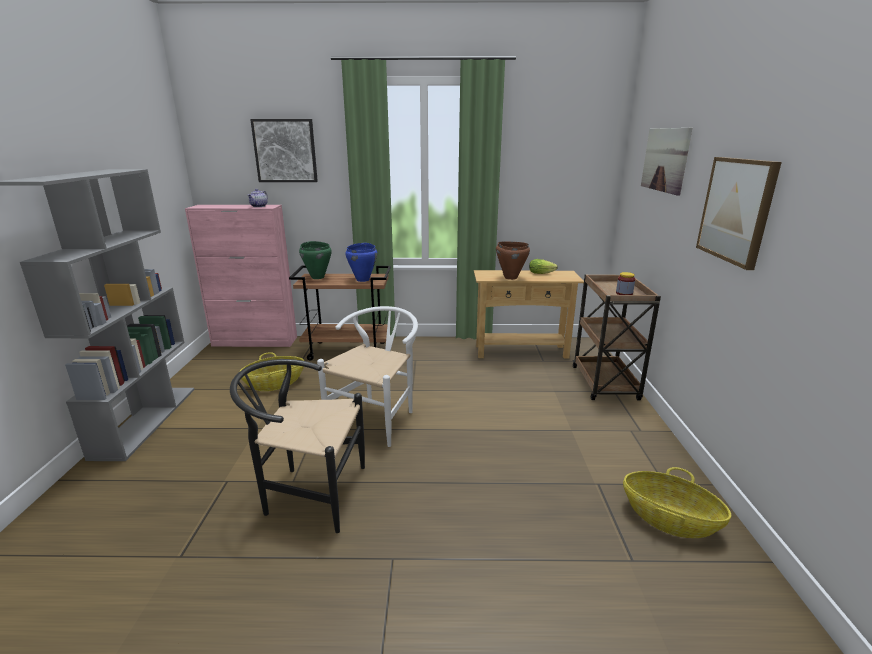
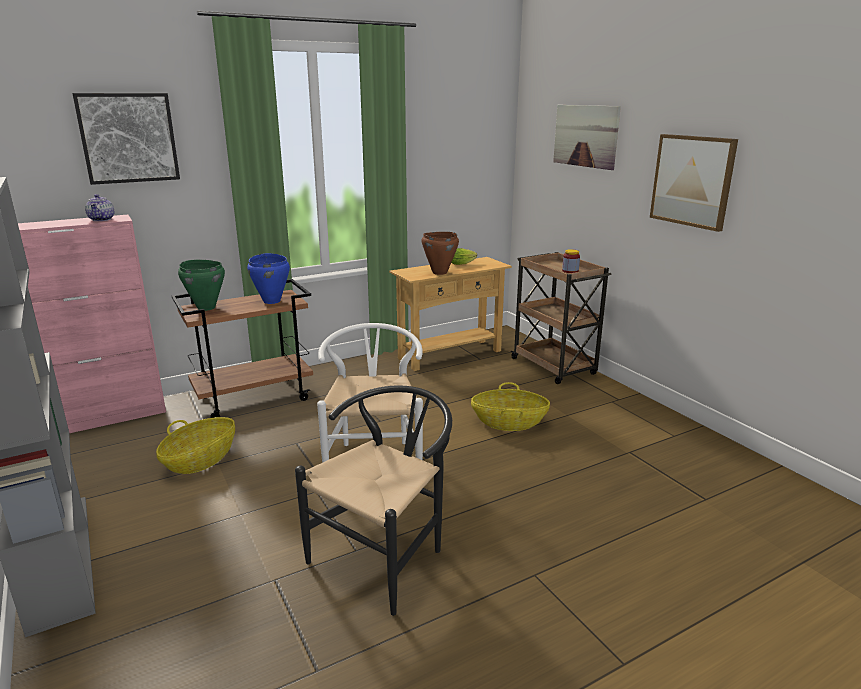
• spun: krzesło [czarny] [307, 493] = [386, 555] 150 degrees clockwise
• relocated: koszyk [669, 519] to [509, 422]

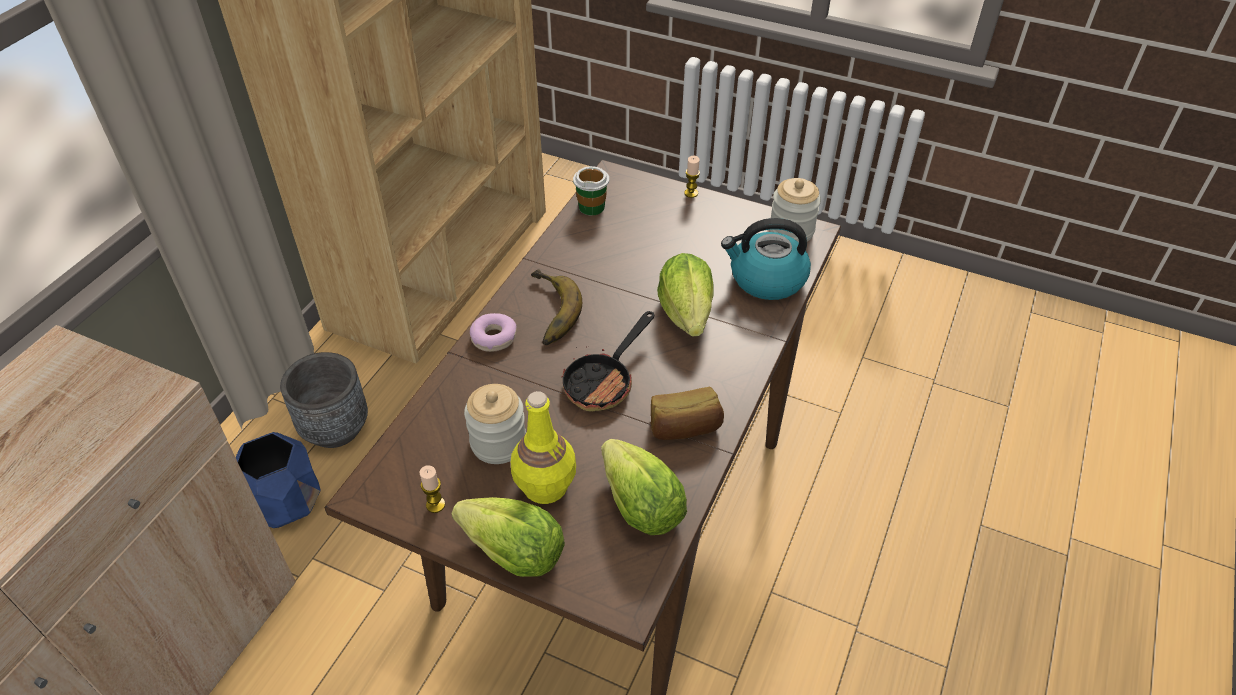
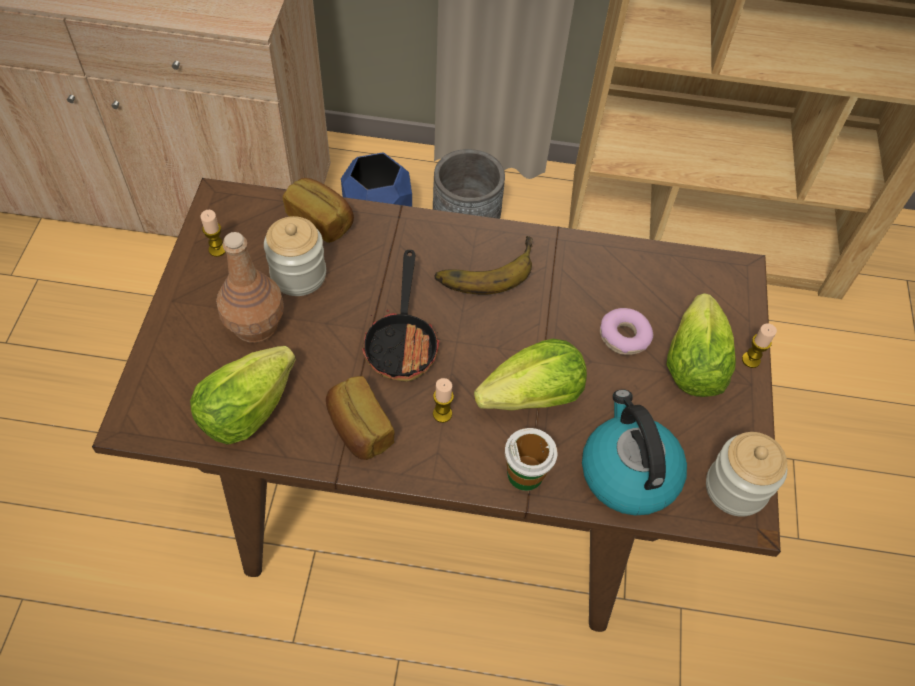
• colour: butelka [żółty] [545, 486] to butelka [brązowy] [254, 325]
• appeared: chleb [321, 220]
• spun: patelnia [604, 381] = [402, 341] 105 degrees counterclockwise
• appeared: świeca [442, 414]
• relocated: filiżanka [591, 207] to [525, 473]
• relocated: donut [494, 338] to [624, 336]
• relocated: sałata [514, 554] to [692, 365]

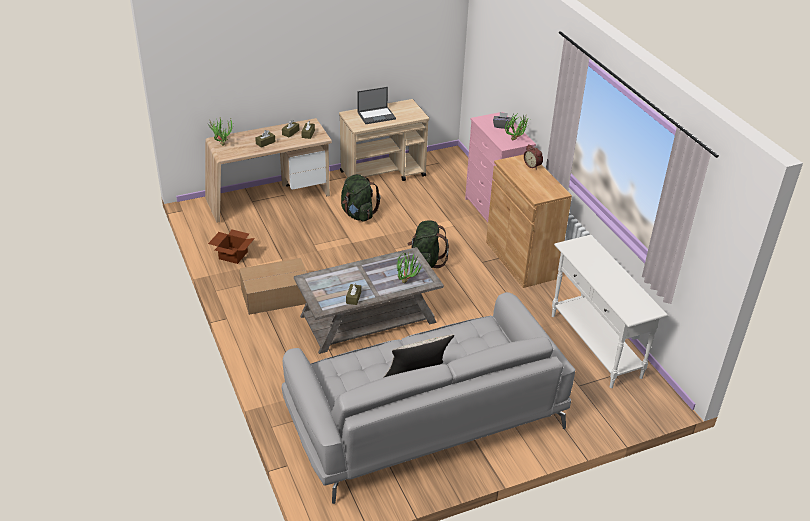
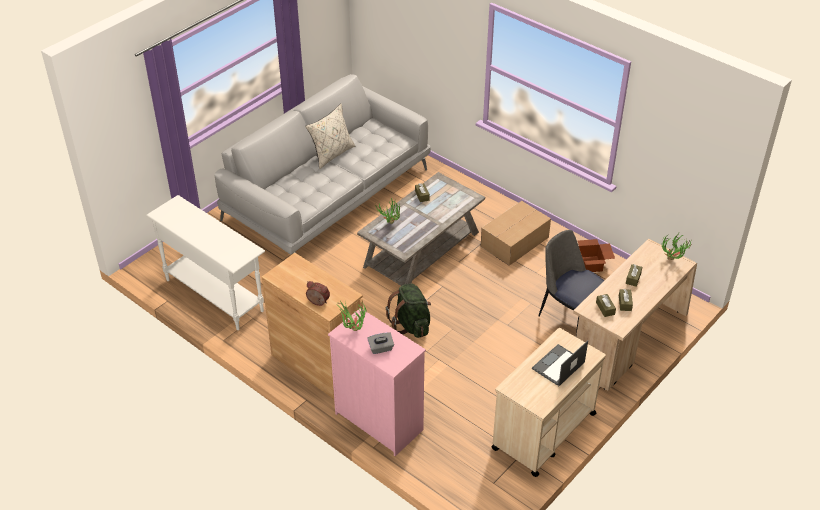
• appeared: krzesło [569, 316]
• missing: plecak [zielony] [358, 214]

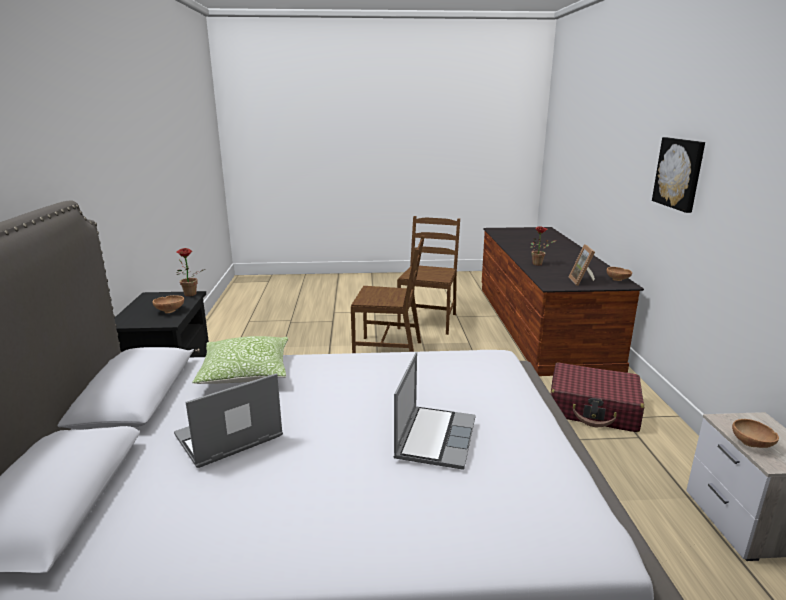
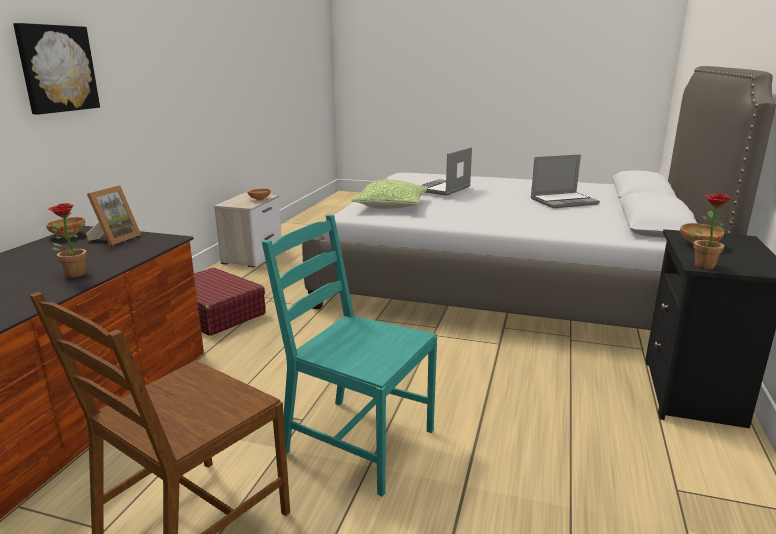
• colour: krzesło [brązowy] [389, 351] to krzesło [turkusowy] [357, 442]
• relocated: poduszka [245, 373] to [391, 206]

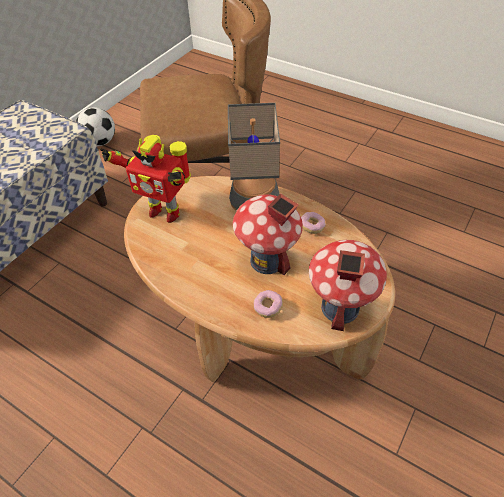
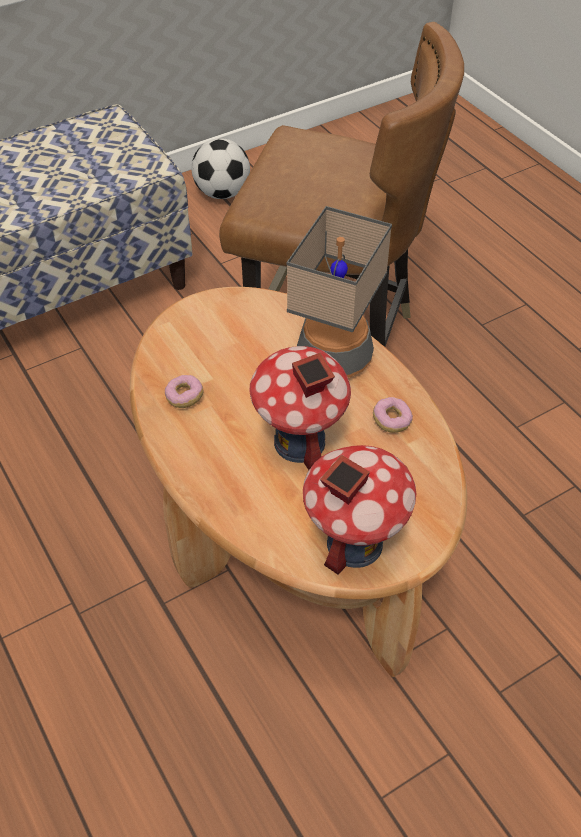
• relocated: donut [268, 307] to [184, 397]
• missing: robot zabawkowy [164, 211]

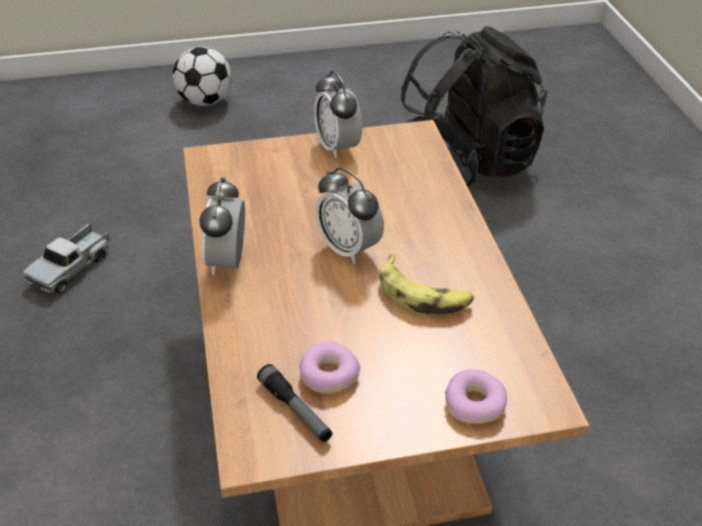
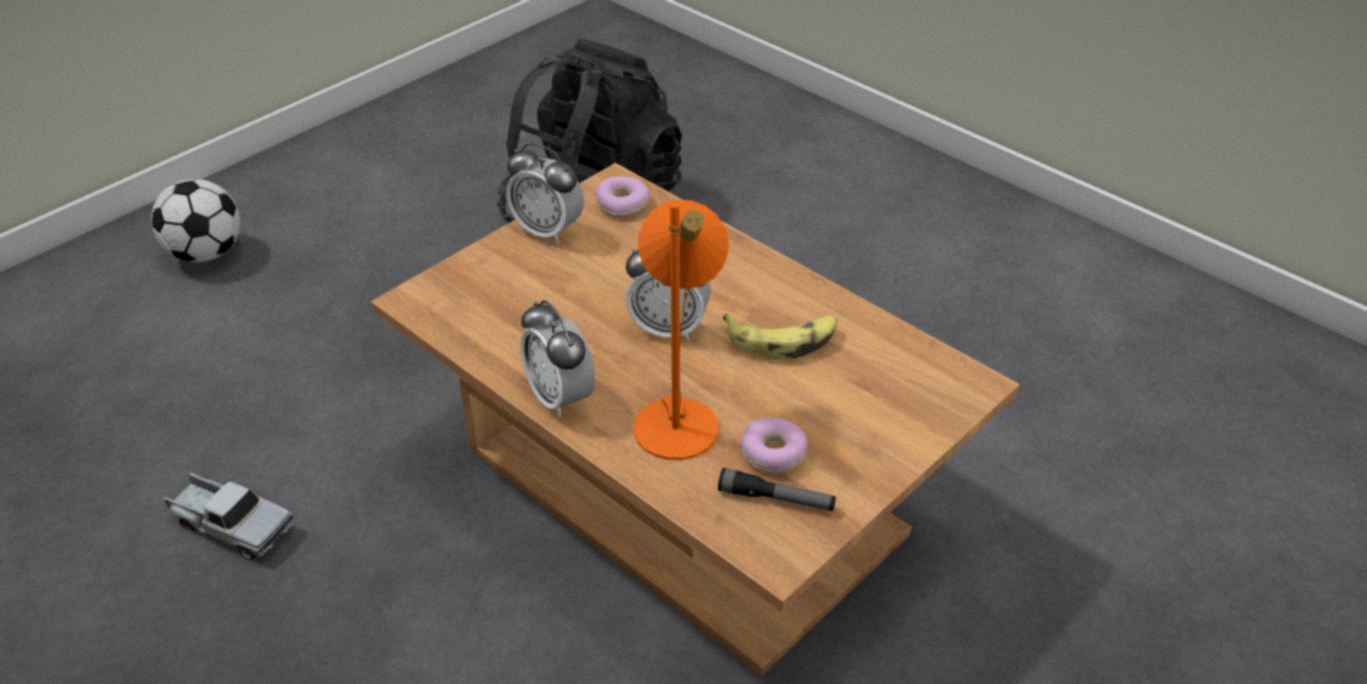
• spun: ciężarówka zabawkowa [71, 267] = [231, 525] 60 degrees counterclockwise
• relocated: donut [474, 404] to [622, 204]
• appeared: lampa stołowa [pomarańczowy] [679, 416]

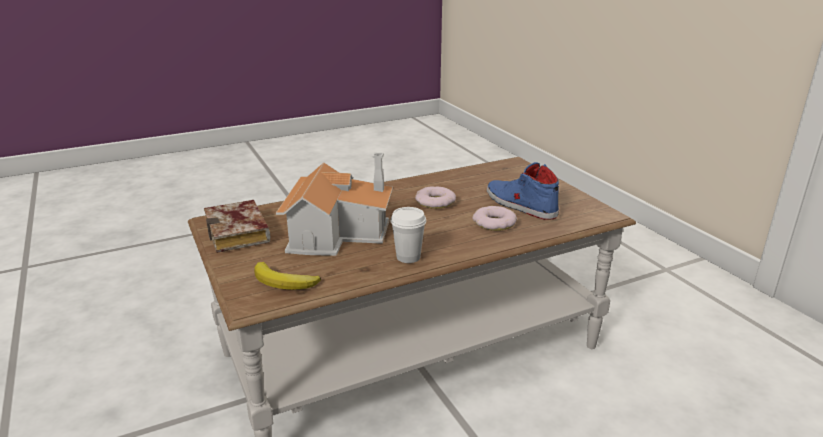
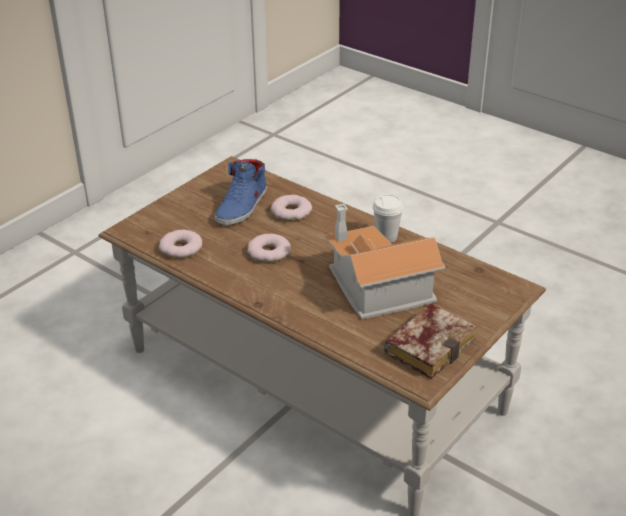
• appeared: donut [181, 248]
• missing: banan [284, 282]

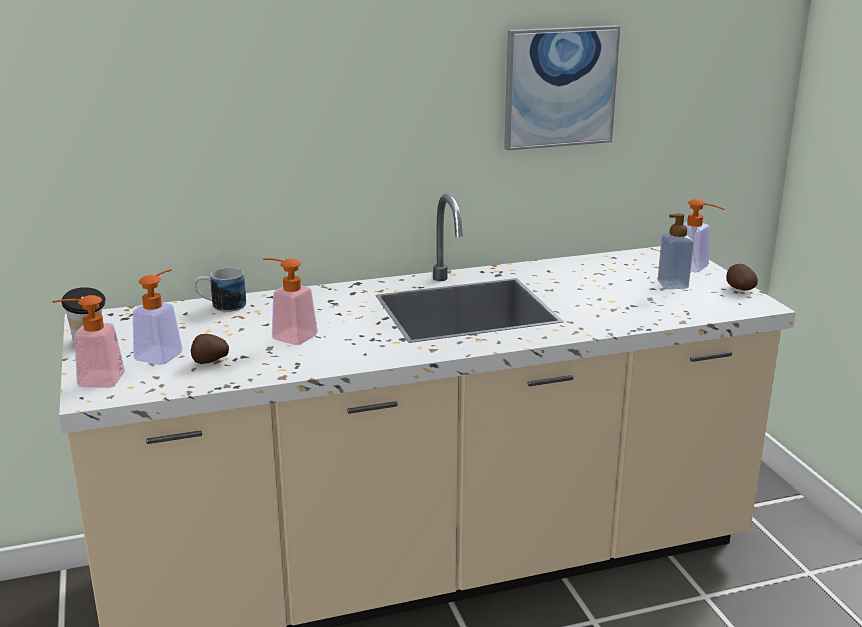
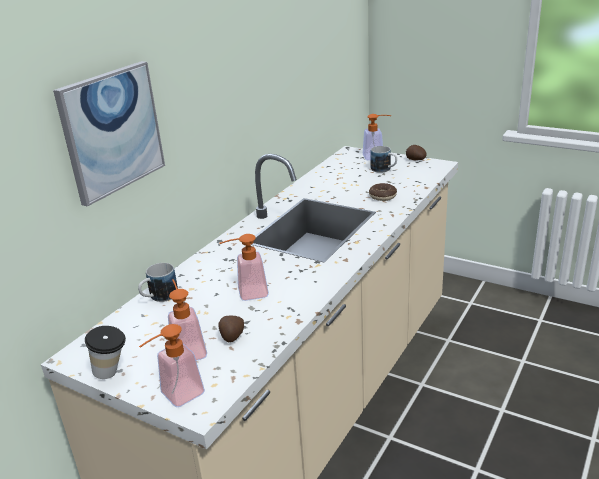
• relocated: obraz [559, 87] to [112, 131]
• appeared: donut [382, 196]
• exchanged: dozownik mydła [672, 285] to kubek [384, 170]

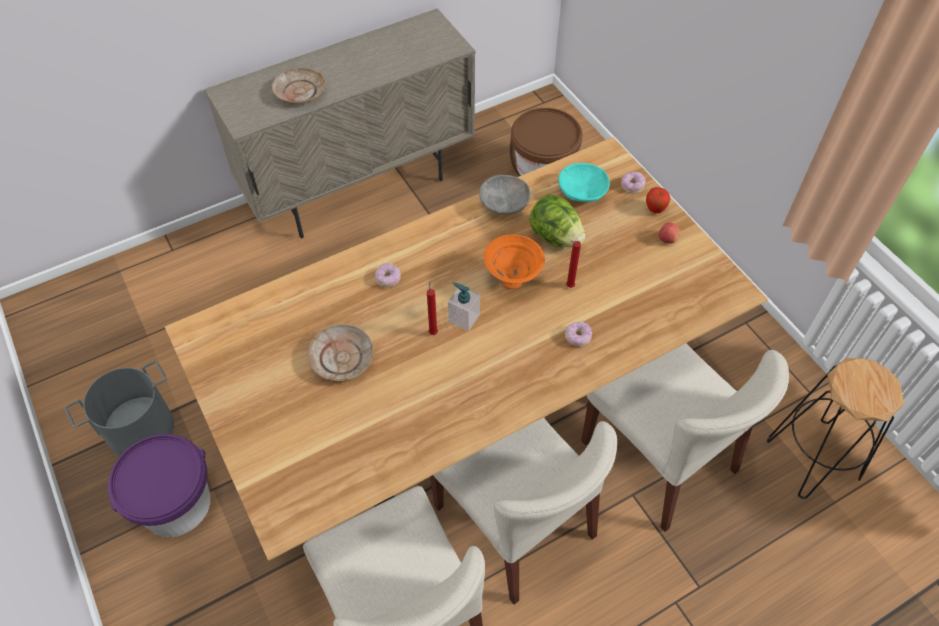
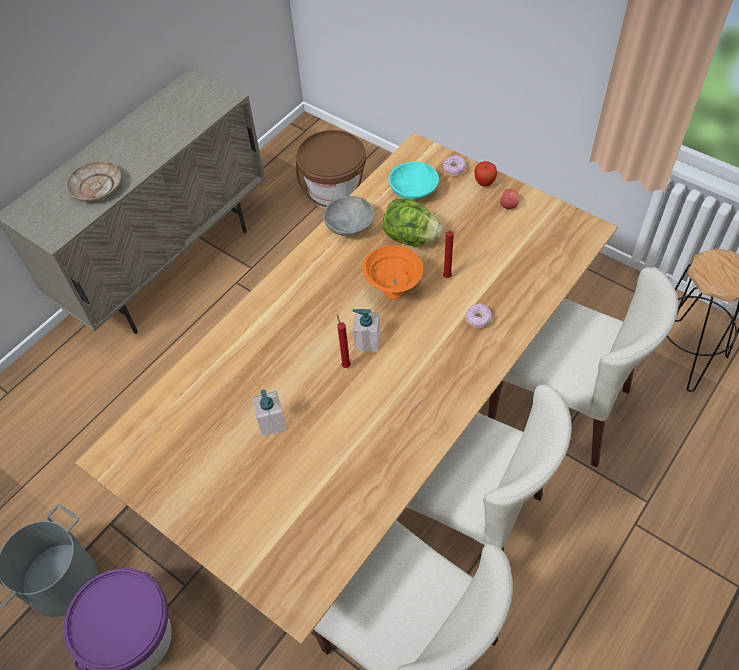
• exchanged: talerz [beżowy] [342, 358] to dozownik mydła [272, 423]
• missing: donut [388, 279]

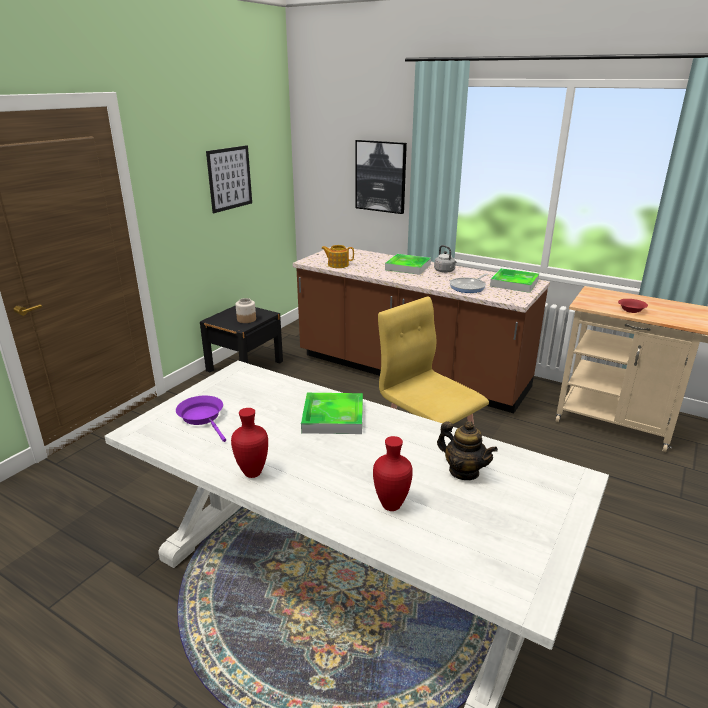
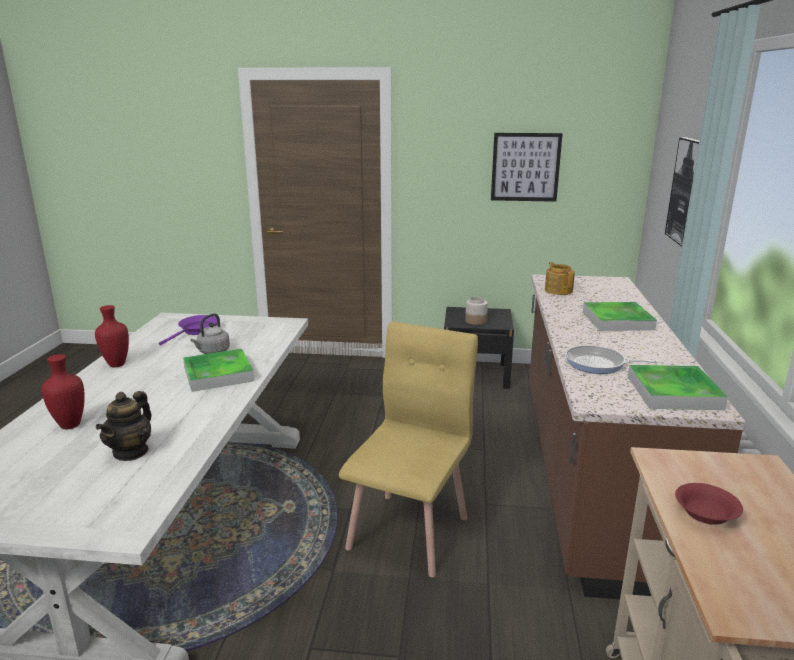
• relocated: czajnik [szary] [445, 271] to [212, 352]

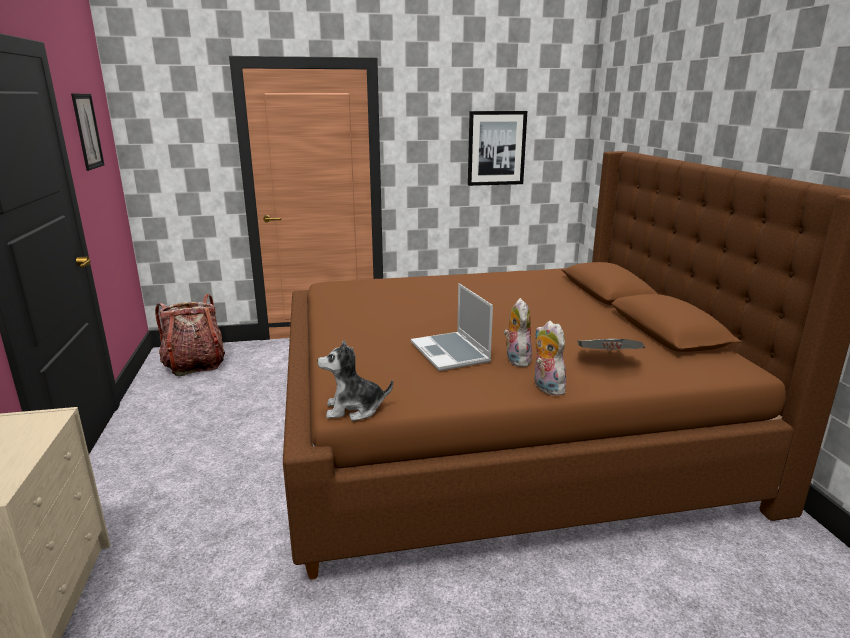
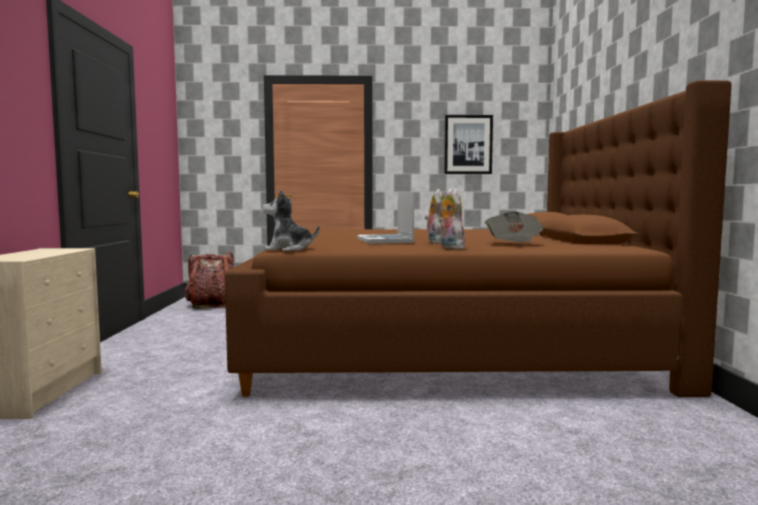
• missing: obraz [87, 131]

